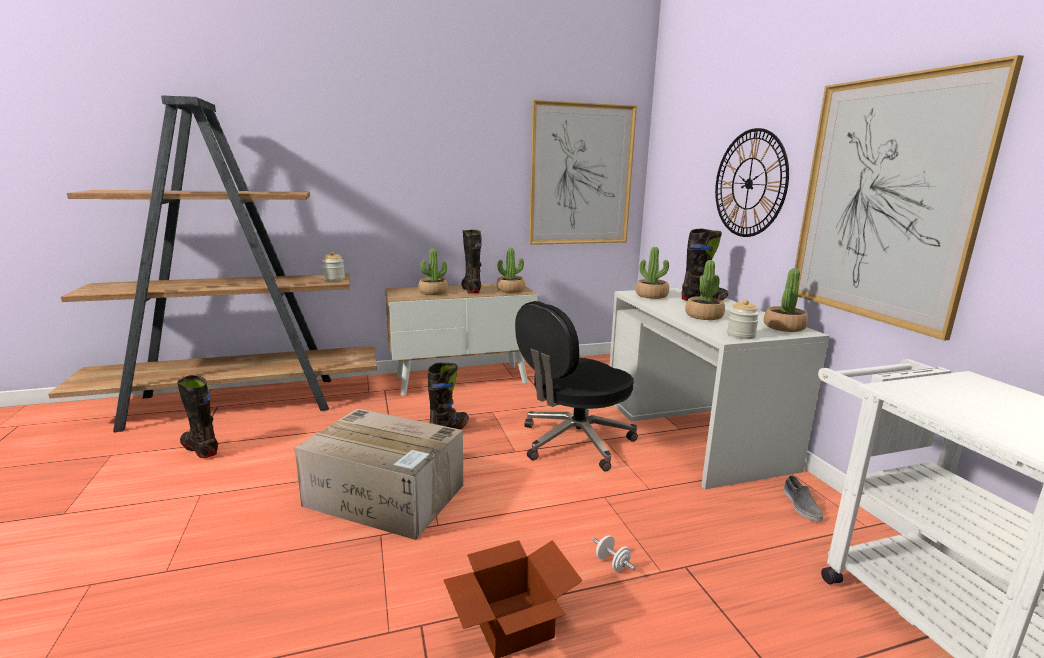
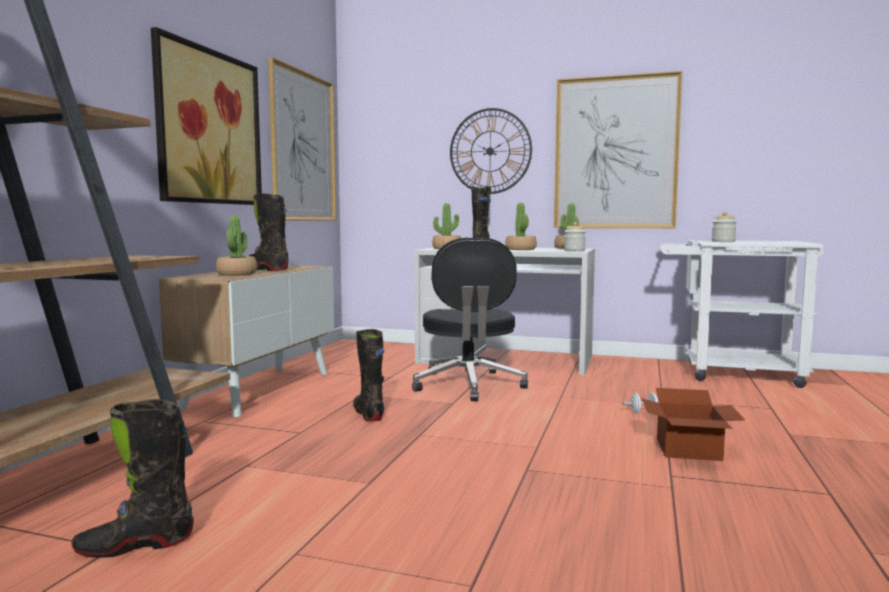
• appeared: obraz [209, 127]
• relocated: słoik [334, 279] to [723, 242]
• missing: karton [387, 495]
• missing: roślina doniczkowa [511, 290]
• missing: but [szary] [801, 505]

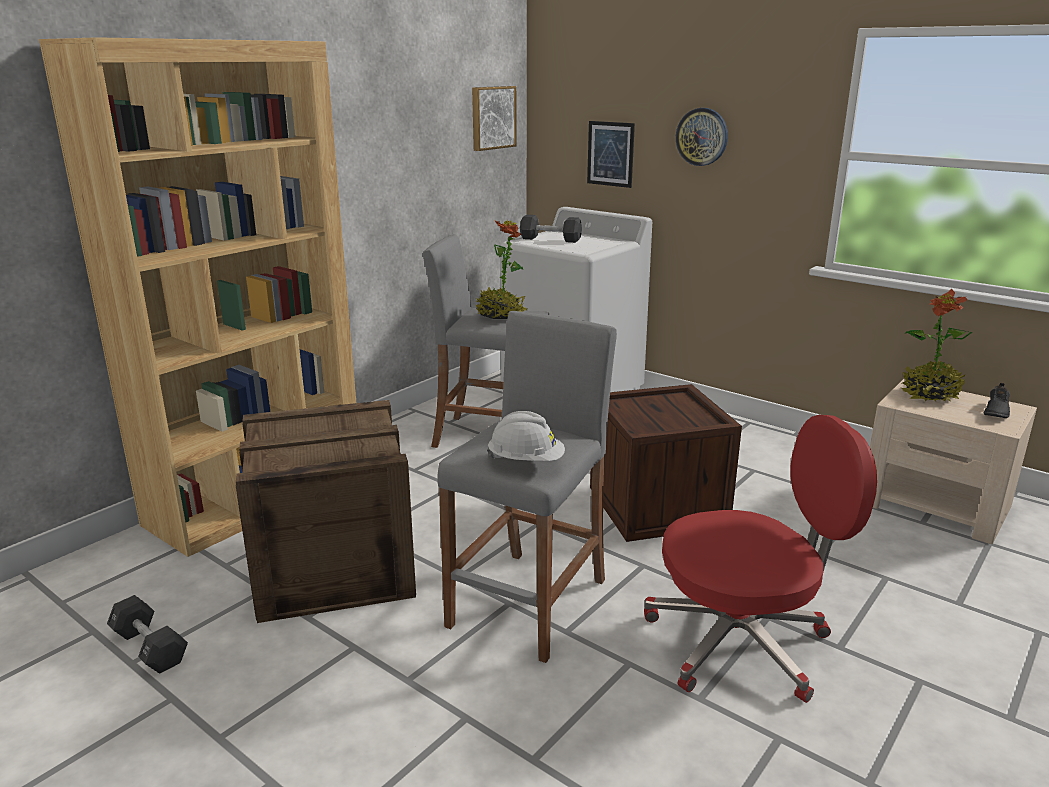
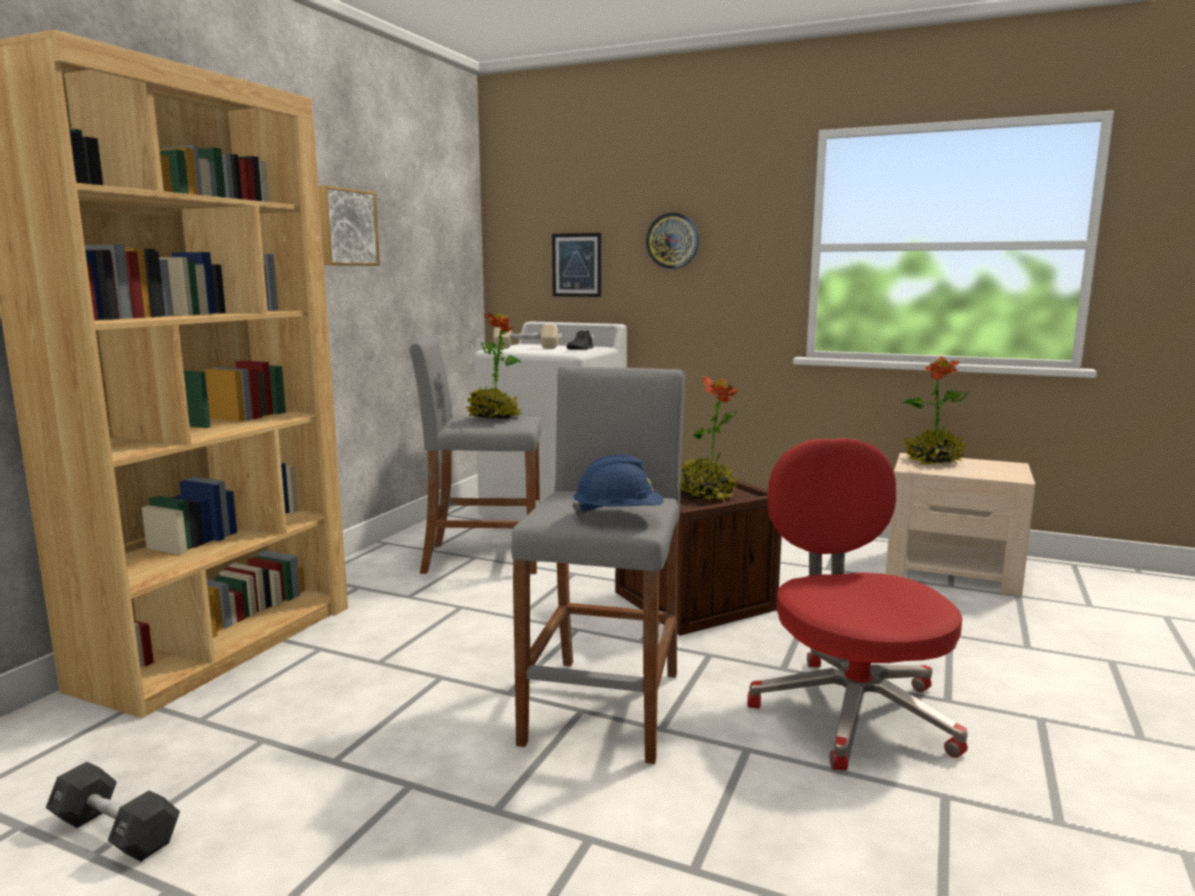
• relocated: obraz [492, 117] to [346, 227]
• colour: hantel [czarny] [550, 239] to hantel [beżowy] [526, 348]
• relocated: but [czarny] [995, 411] to [580, 349]
• colour: kask [biały] [526, 461] to kask [niebieski] [618, 515]
• appeared: roślina doniczkowa [705, 495]
• spun: krzesło biurowe [czerwony] [741, 642] = [851, 710] 75 degrees counterclockwise
• missing: skrzynka [334, 566]

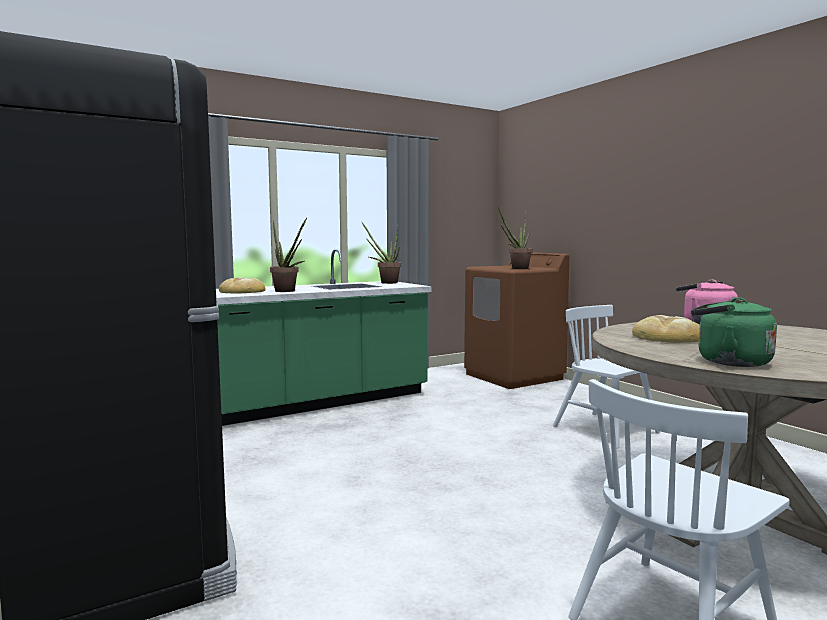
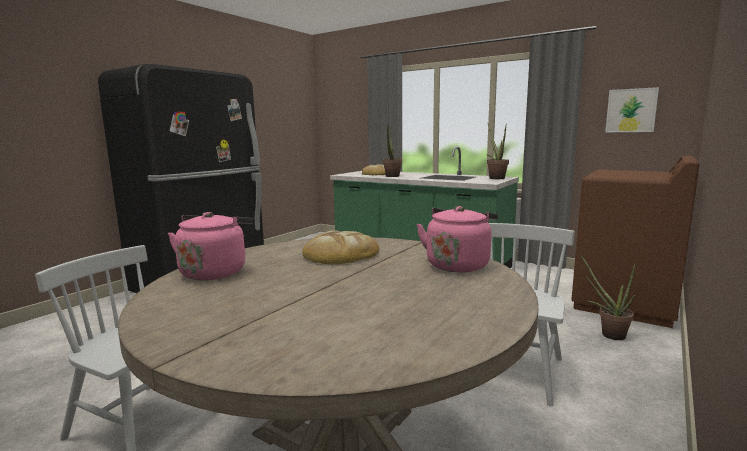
• colour: czajnik [zielony] [728, 362] to czajnik [różowy] [215, 271]
• relocated: roślina doniczkowa [517, 268] to [608, 334]
• appeared: obraz [631, 110]

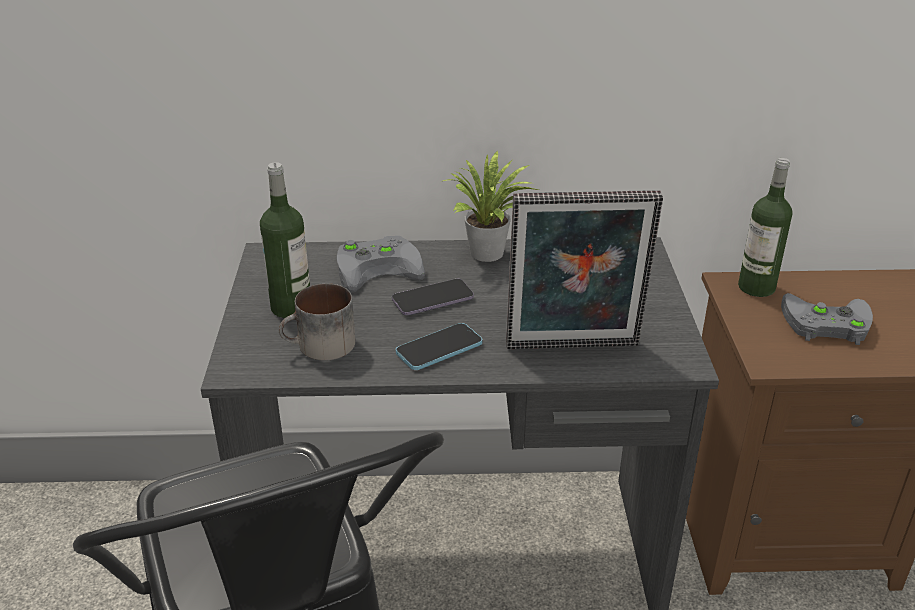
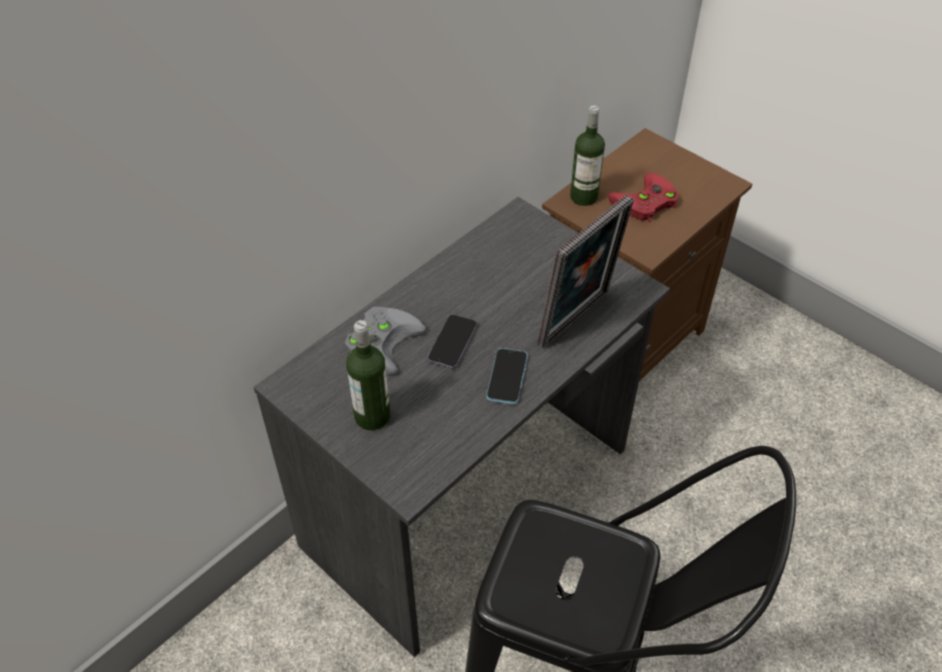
• colour: pad do gier [szary] [823, 324] to pad do gier [czerwony] [645, 203]
• missing: kubek [320, 347]
• missing: roślina doniczkowa [490, 255]

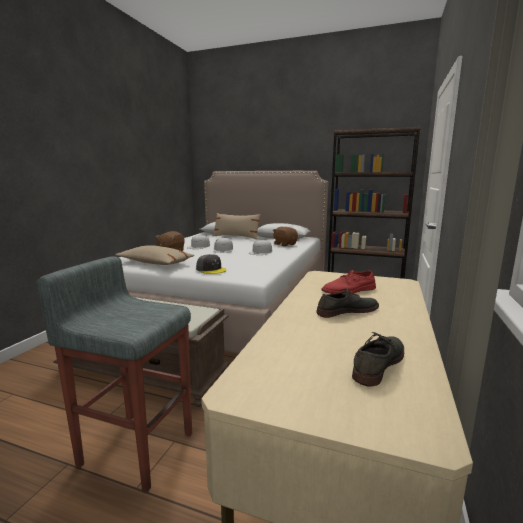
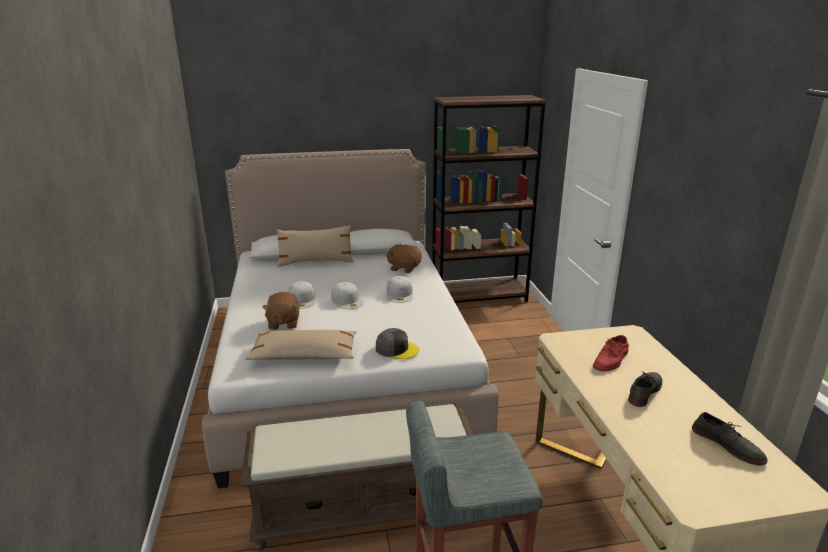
• spun: but [szary] [378, 363] = [728, 445] 135 degrees clockwise

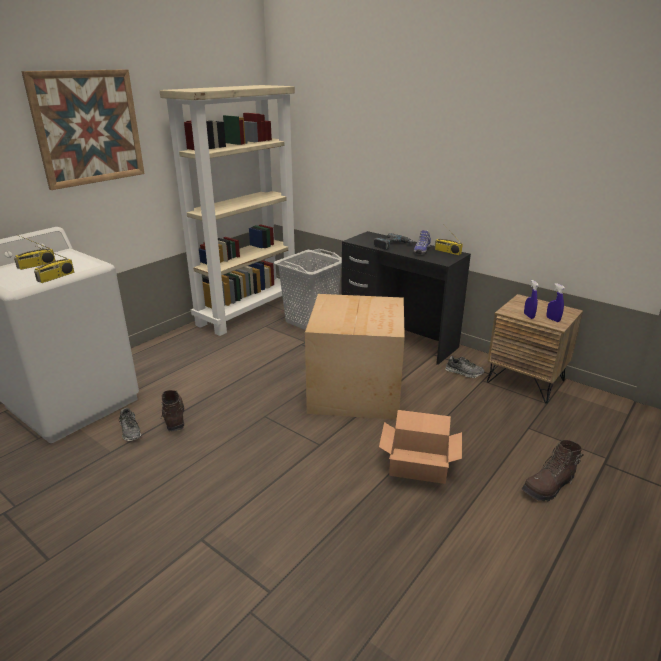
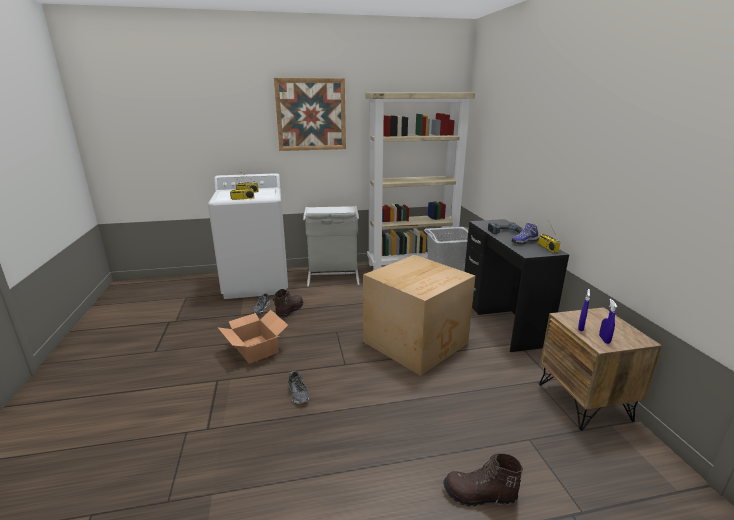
• relocated: karton [418, 464] to [256, 348]
• relocated: but [464, 372] to [298, 393]
• appeared: kosz na pranie [szary] [333, 275]

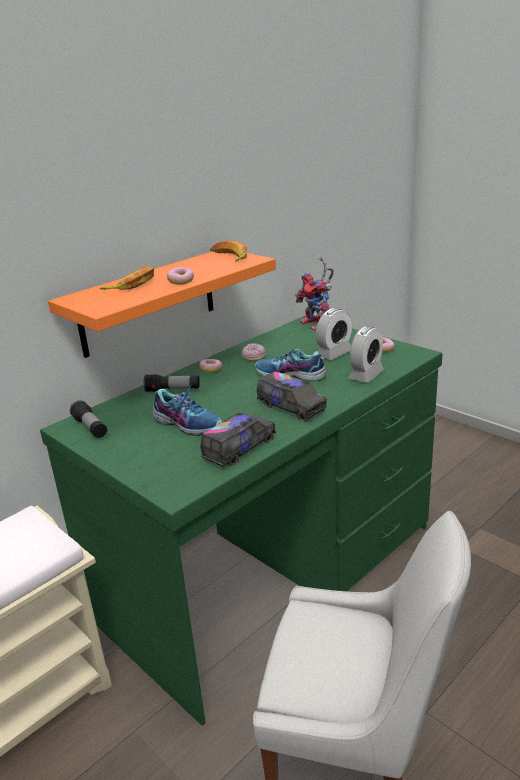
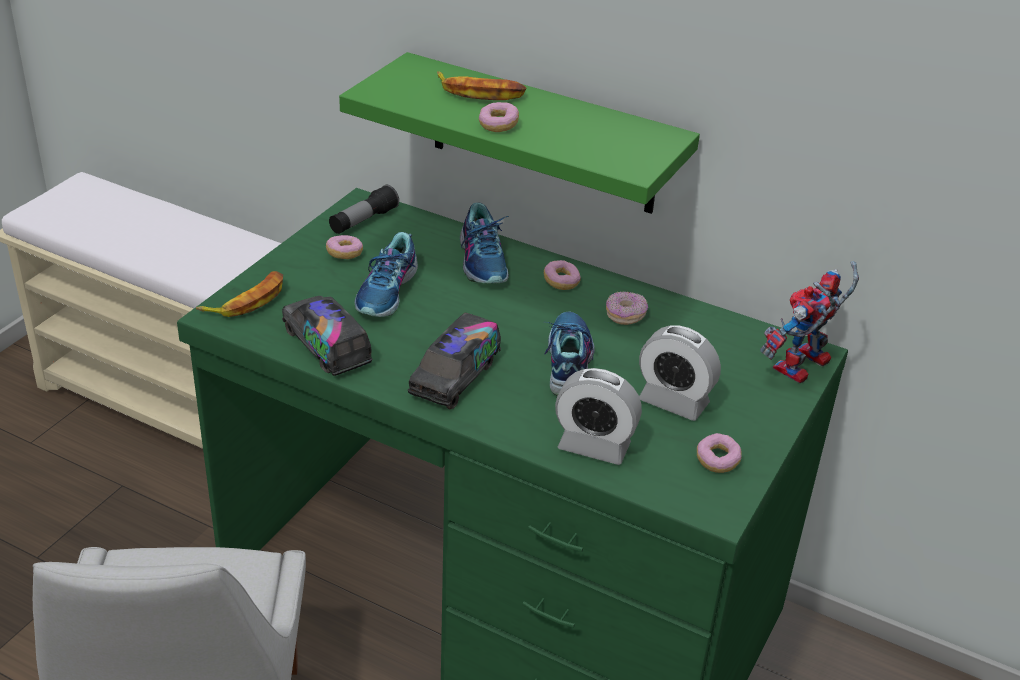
• relocated: banan [229, 257] to [247, 300]
• spun: ciężarówka zabawkowa [239, 448] = [326, 346] 150 degrees counterclockwise
• appeared: donut [344, 254]
• colour: półka [pomarańczowy] [148, 302] to półka [zielony] [543, 135]
• exchanged: latarka [173, 390] to but [484, 261]

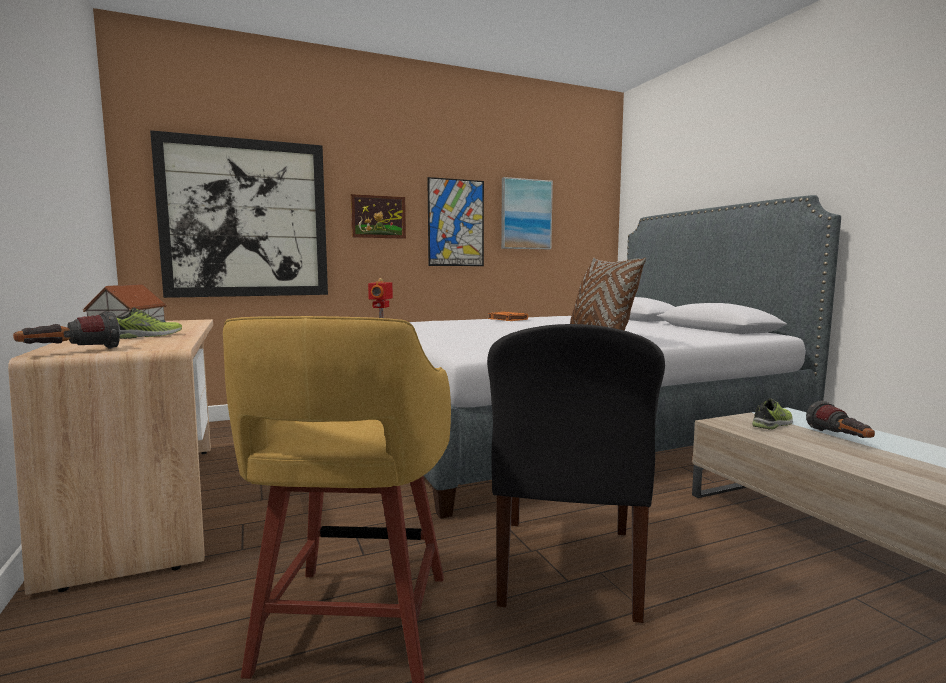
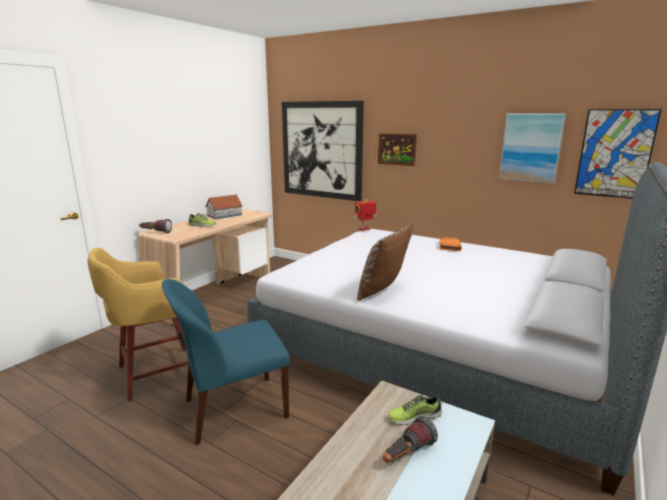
• colour: krzesło [czarny] [567, 568] to krzesło [niebieski] [233, 409]
• spun: but [773, 424] = [414, 416] 150 degrees clockwise
• relocated: obraz [456, 223] to [614, 154]

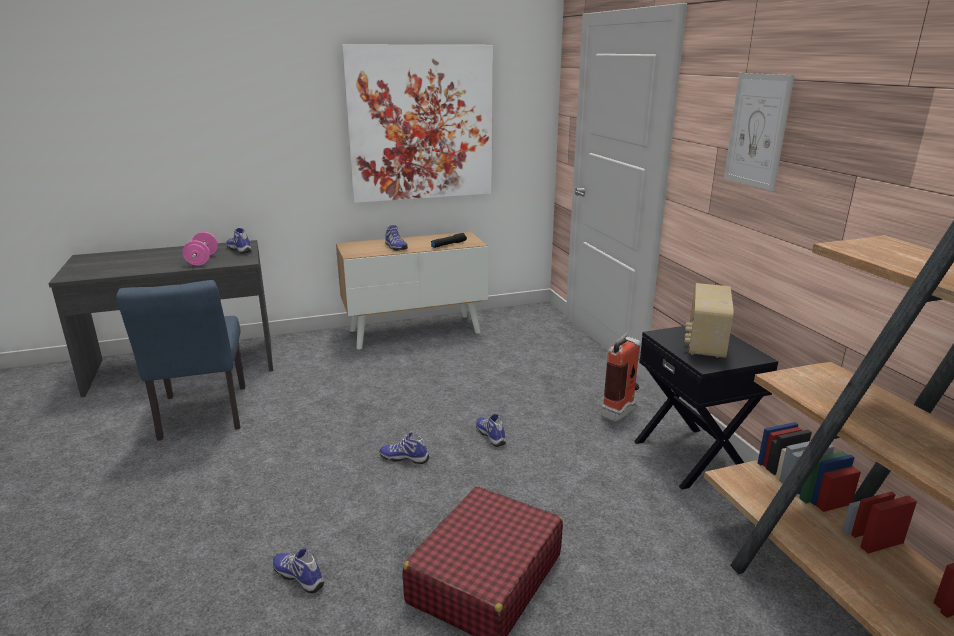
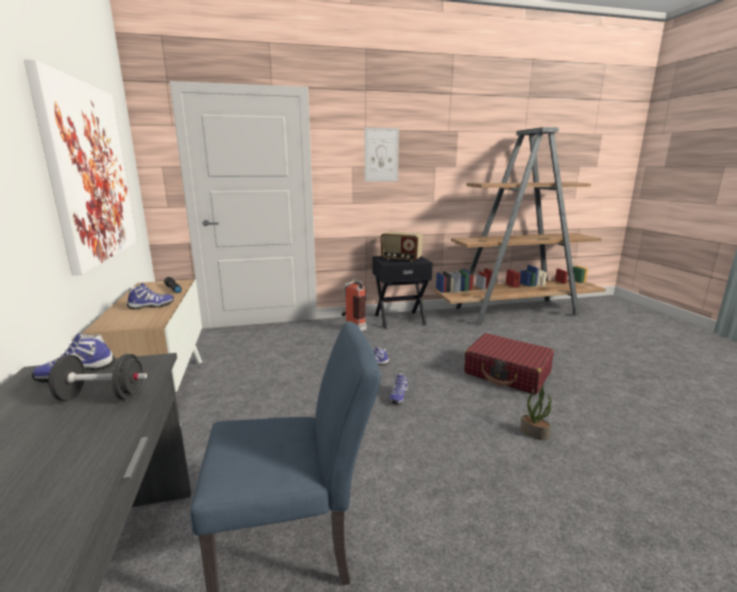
• colour: hantel [różowy] [202, 260] to hantel [czarny] [102, 396]
• exchanged: but [300, 576] to roślina doniczkowa [534, 433]

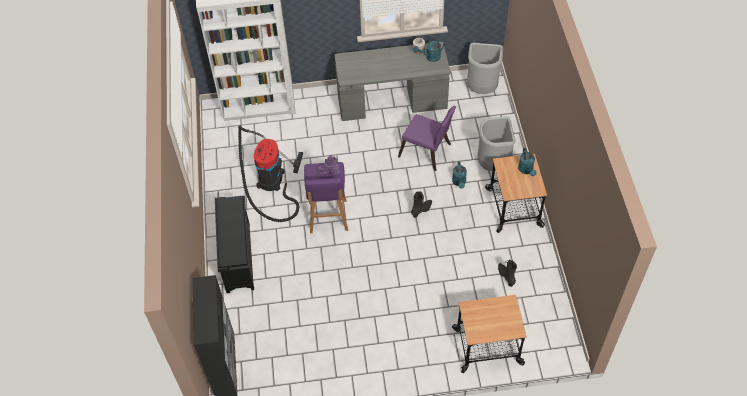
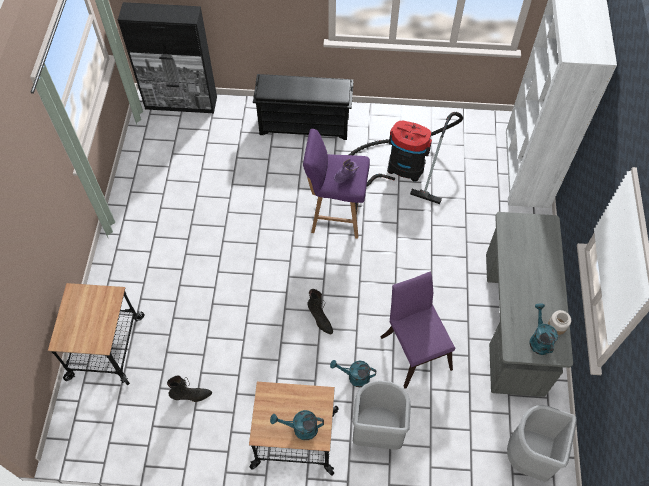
• spun: krzesło [fioletowy] [427, 152] = [415, 348] 120 degrees clockwise

